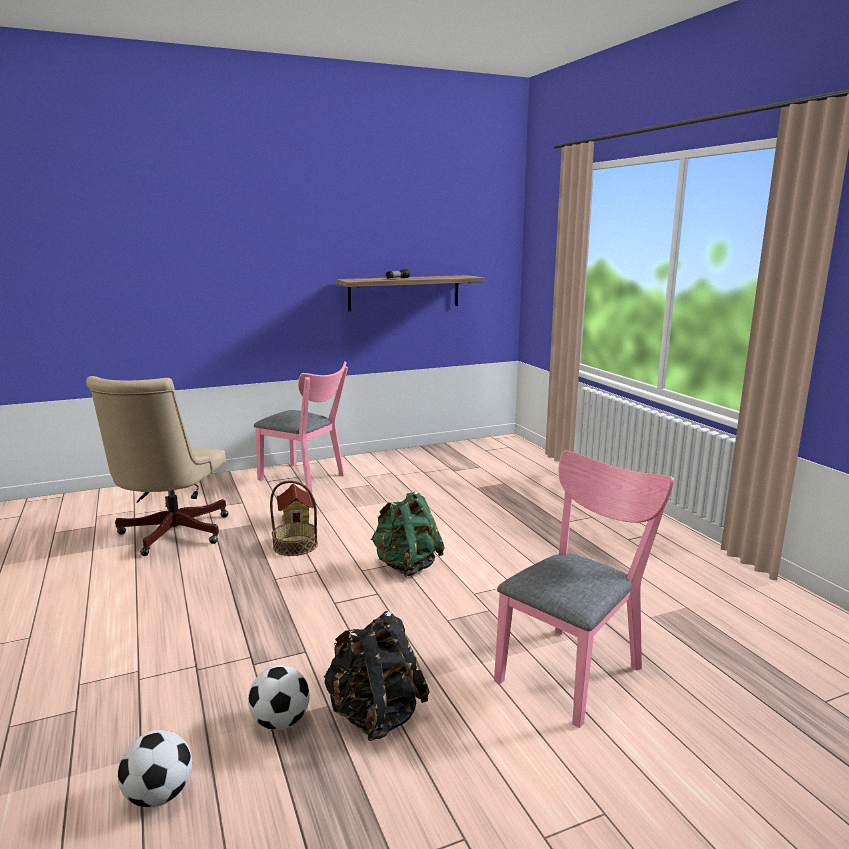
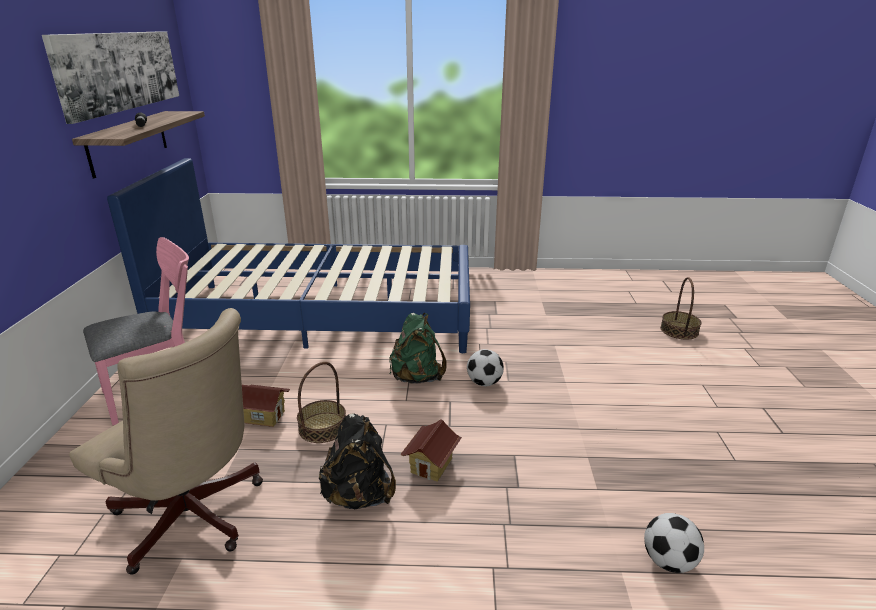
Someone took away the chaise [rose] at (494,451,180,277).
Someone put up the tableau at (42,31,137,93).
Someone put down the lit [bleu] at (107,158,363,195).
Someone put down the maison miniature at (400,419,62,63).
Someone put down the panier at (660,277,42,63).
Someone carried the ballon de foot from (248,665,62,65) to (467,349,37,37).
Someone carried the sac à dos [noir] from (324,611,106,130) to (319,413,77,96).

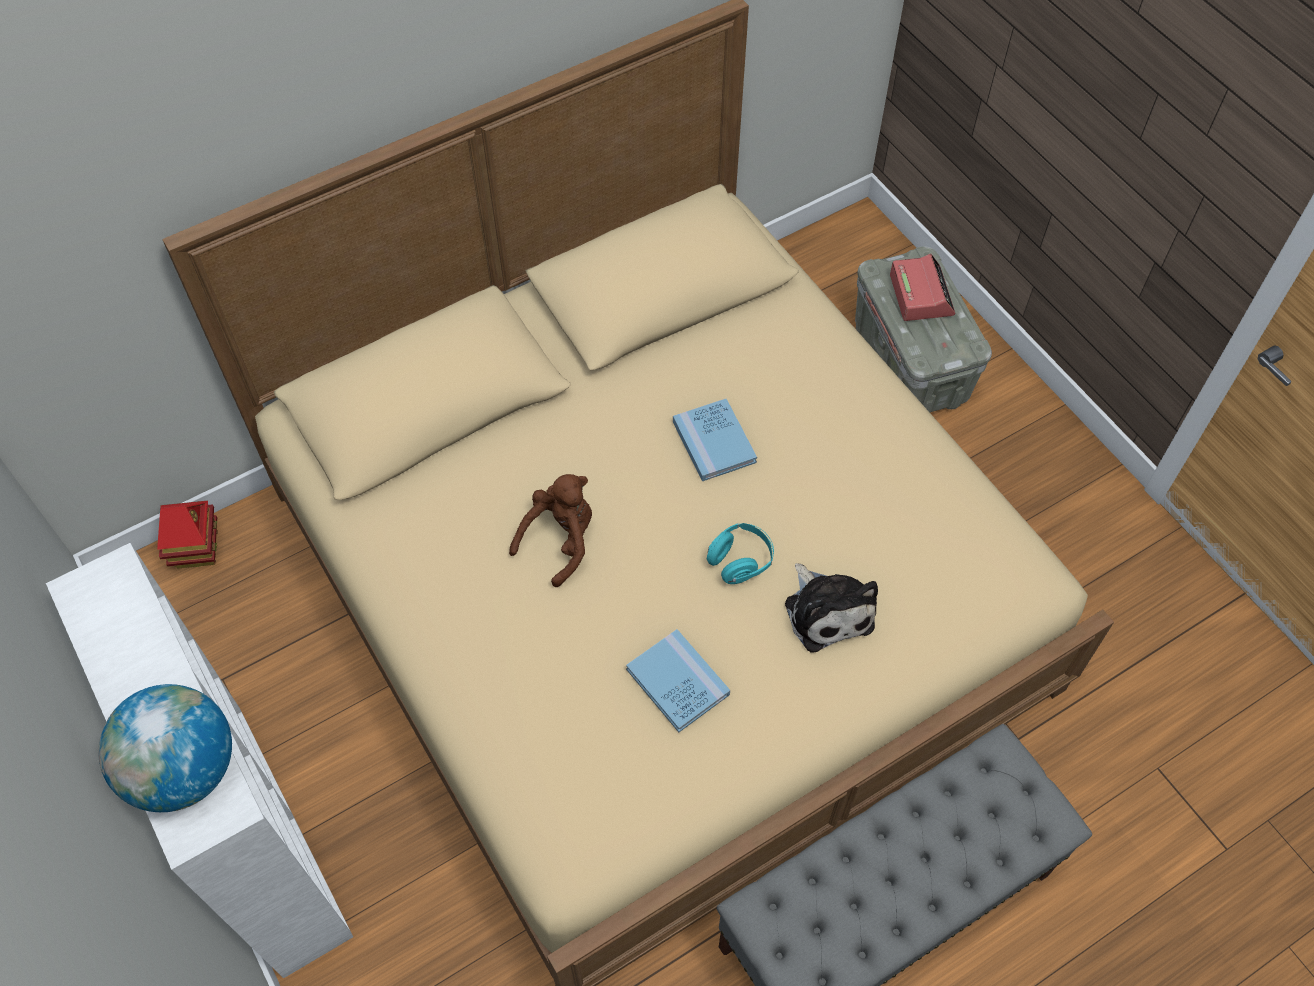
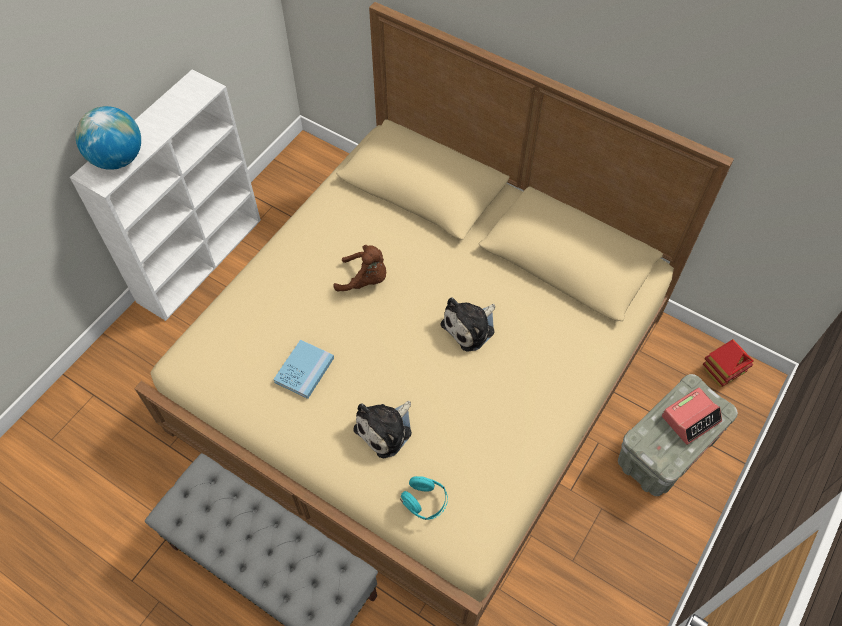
Someone carried the maison miniature from (157,500,61,69) to (703,339,51,48).
Someone carried the casque audio [turquoise] from (707,523,67,61) to (400,476,48,44).
Someone swapped the livre [bleu] at (673,399,84,82) for the peluche at (440,297,55,54).

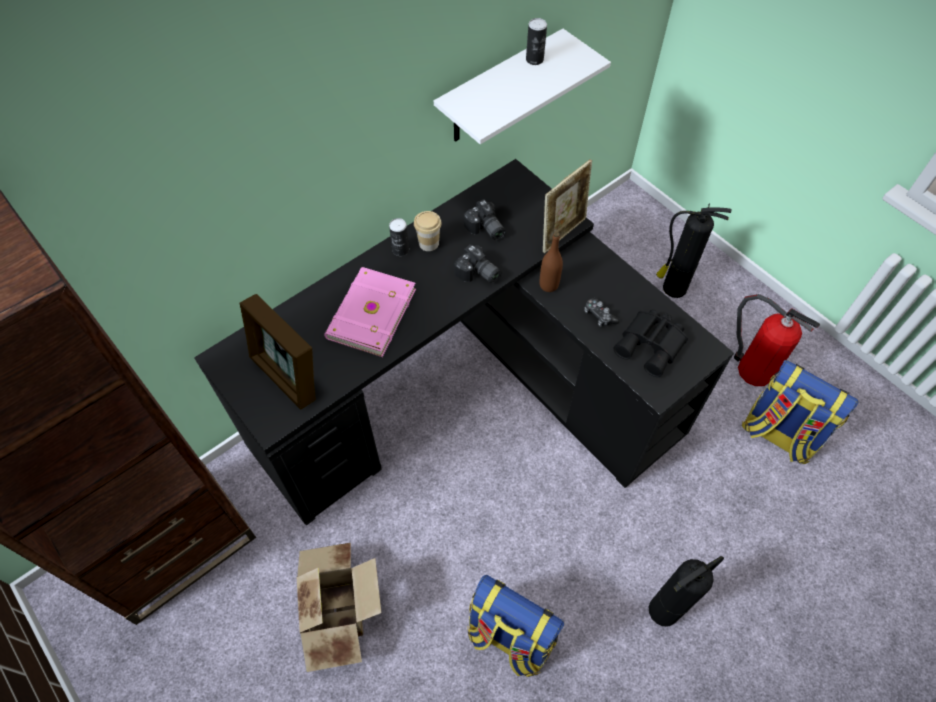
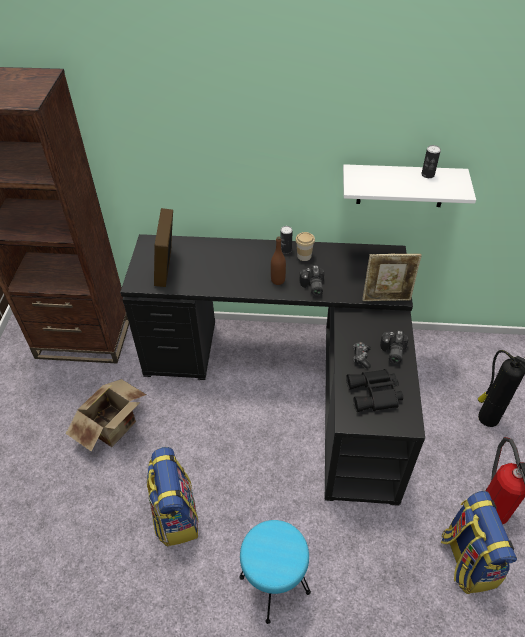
Someone took away the livre [rose] at (324,267,92,90).
Someone carried the appareil photo from (464,199,42,41) to (380,330,29,34).
Someone carried the bouteille [marron] from (539,232,24,60) to (271,236,15,49).
Someone swapped the extincteur at (649,556,75,70) for the tabouret [turquoise] at (239,520,72,104).

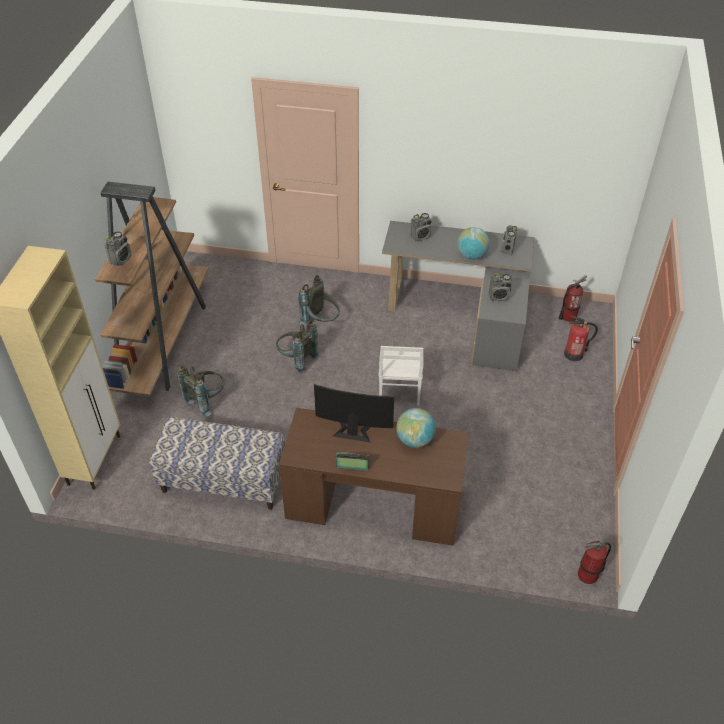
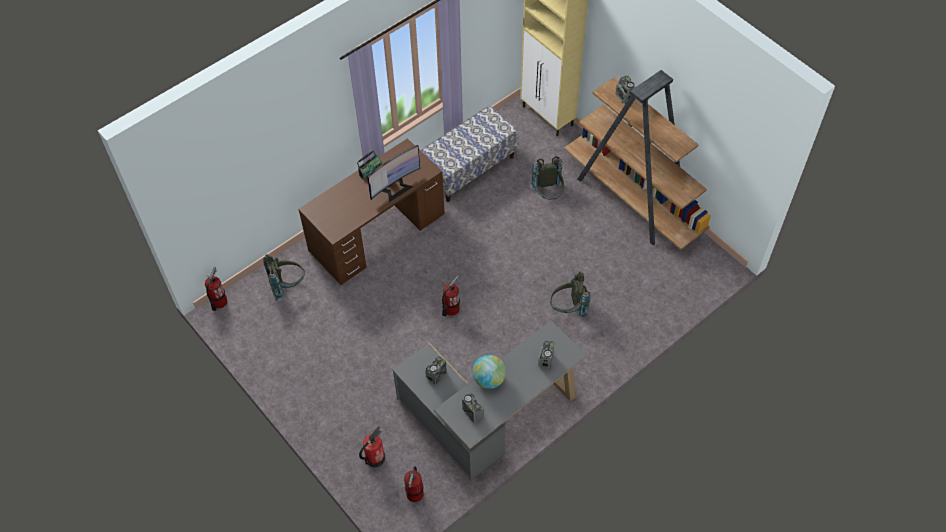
Someone took away the globe at (396,408,40,40).
Someone carried the sac à dos [gris] from (276,321,44,53) to (263,254,42,47).
Someone swapped the chaise [blanc] at (379,346,44,60) for the extincteur at (442,276,18,40).

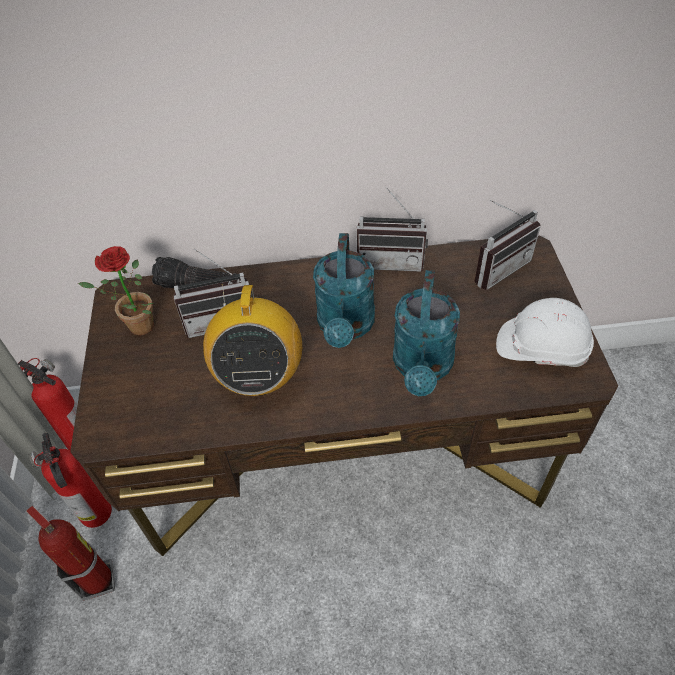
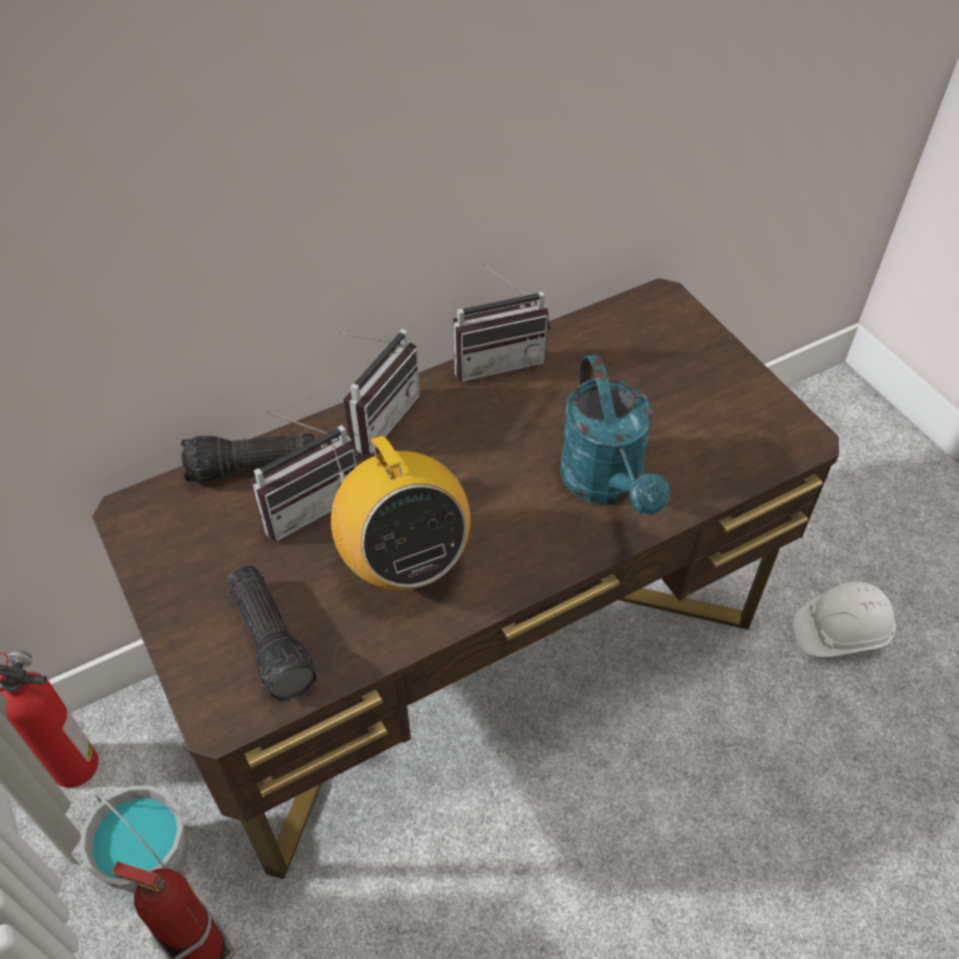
Someone took away the plante en pot at (78,246,76,89).
Someone took away the arrosoir [turquoise] at (313,233,62,115).
Someone put down the lampe de poche at (228,566,89,136).
Someone carried the radio from (474,200,67,90) to (337,329,83,126).
Someone carried the casque de chantier [blanc] from (496,298,98,69) to (793,582,103,75).
Someone swapped the extincteur at (28,433,84,95) for the seau [gris] at (80,785,107,110).

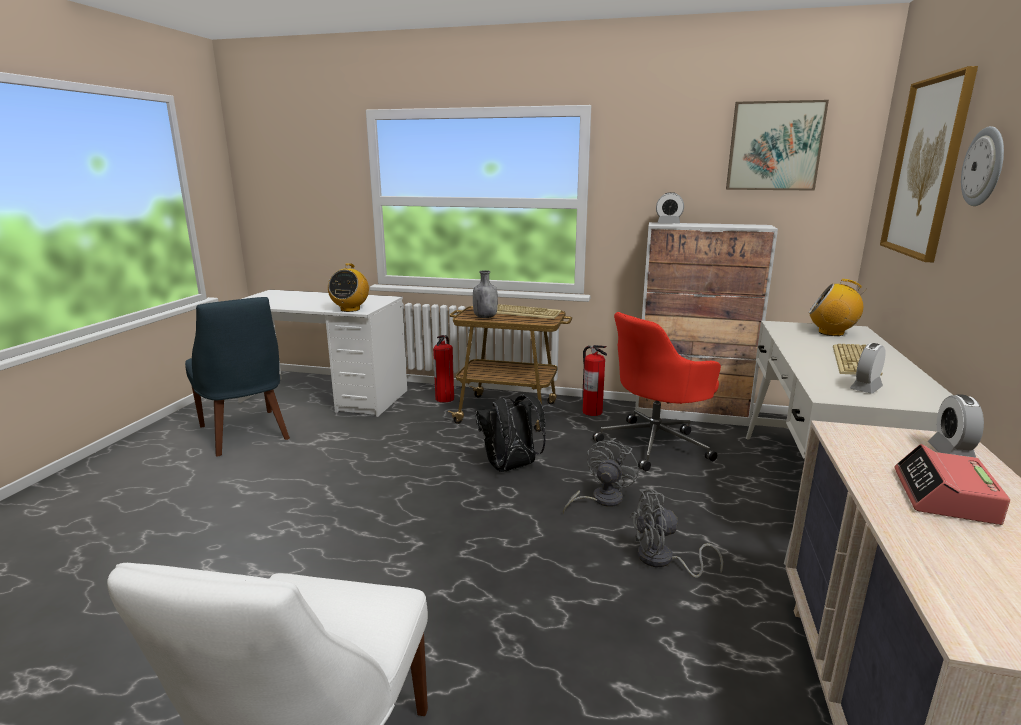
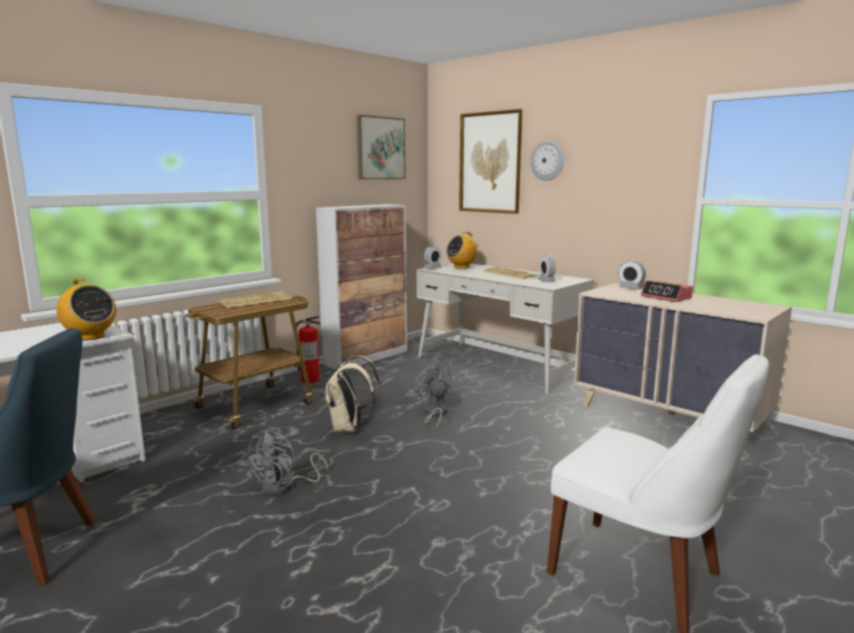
Someone took away the extincteur at (433,335,21,67).
Someone took away the bouteille [gris] at (473,270,25,48).
Someone took away the chaise de bureau [rouge] at (593,312,128,159).
Someone carried the ventilateur [gris] from (630,490,93,88) to (245,428,83,67).
Someone carried the réveil from (656,192,28,31) to (424,246,18,23).
Someone repainted the sac à dos [noir] at (476,394,70,78), which became the sac à dos [beige] at (325,356,56,76).

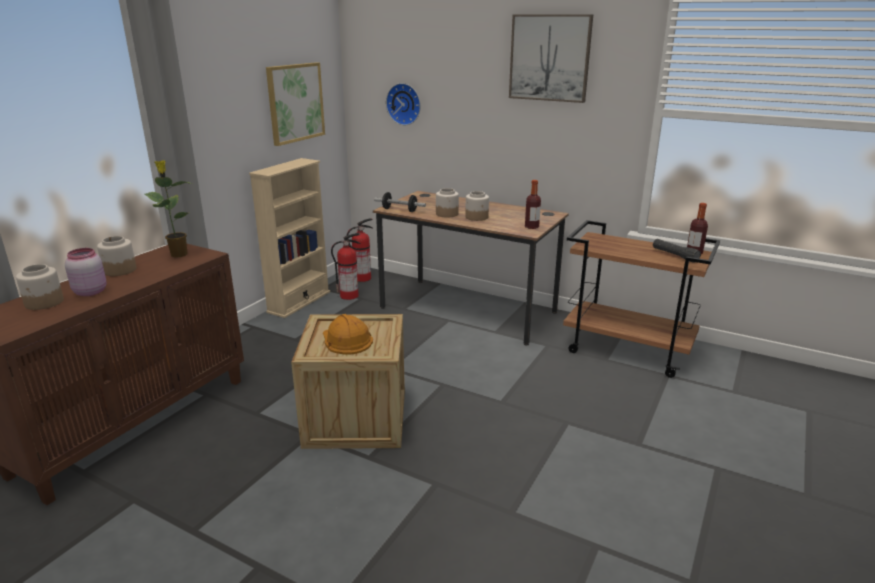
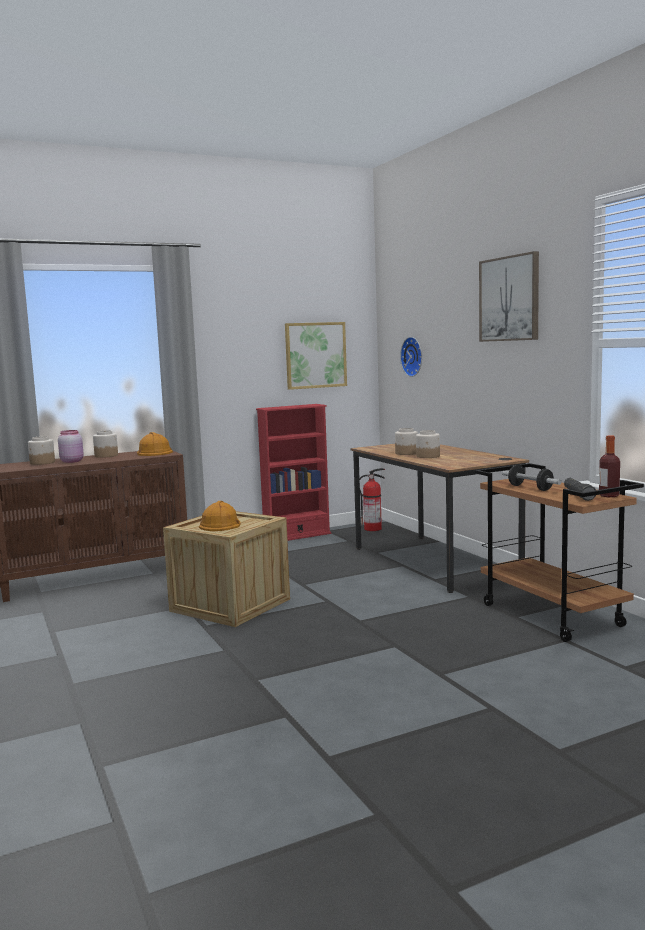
Someone took away the extincteur at (331,233,30,67).
Someone took away the bouteille at (525,180,16,49).
Someone carried the haltère from (374,192,52,20) to (502,465,59,26).
Someone swapped the plante en pot at (145,160,46,98) for the casque de chantier [orange] at (137,432,36,24).
Someone repainted the bibliothèque [beige] at (249,158,81,160), which became the bibliothèque [rouge] at (256,404,75,137).

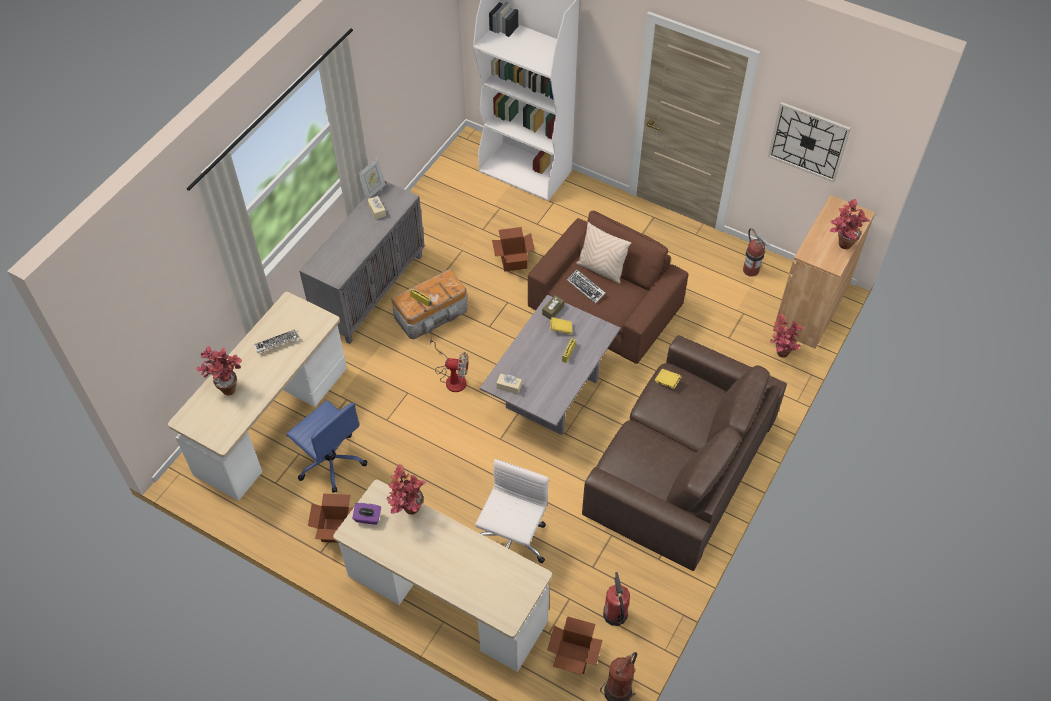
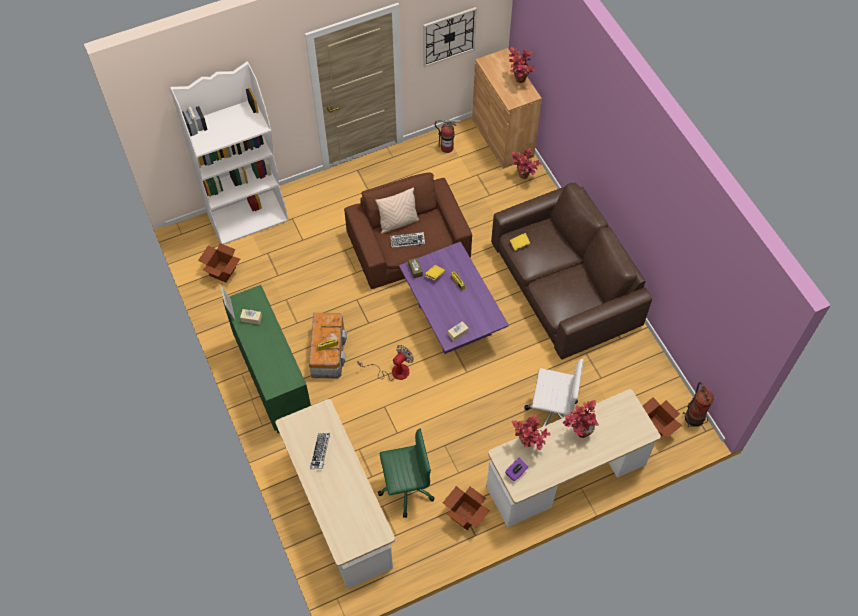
Someone took away the extincteur at (603,572,27,54).
Someone carried the plante en pot from (196,346,46,50) to (563,400,36,38).
Someone carried the carton from (492,227,43,45) to (198,243,42,40).
Someone repainted the chaise de bureau [bleu] at (287,400,81,93), which became the chaise de bureau [vert] at (378,428,57,90).
Someone repainted the meuble de rangement [gris] at (299,181,126,163), which became the meuble de rangement [vert] at (222,285,89,148).
Someone repainted the table basse [gris] at (480,295,141,140), which became the table basse [violet] at (399,242,110,112).
Someone rotated the chaise de bureau [blanc] at (475,459,74,104) by 135 degrees clockwise.

